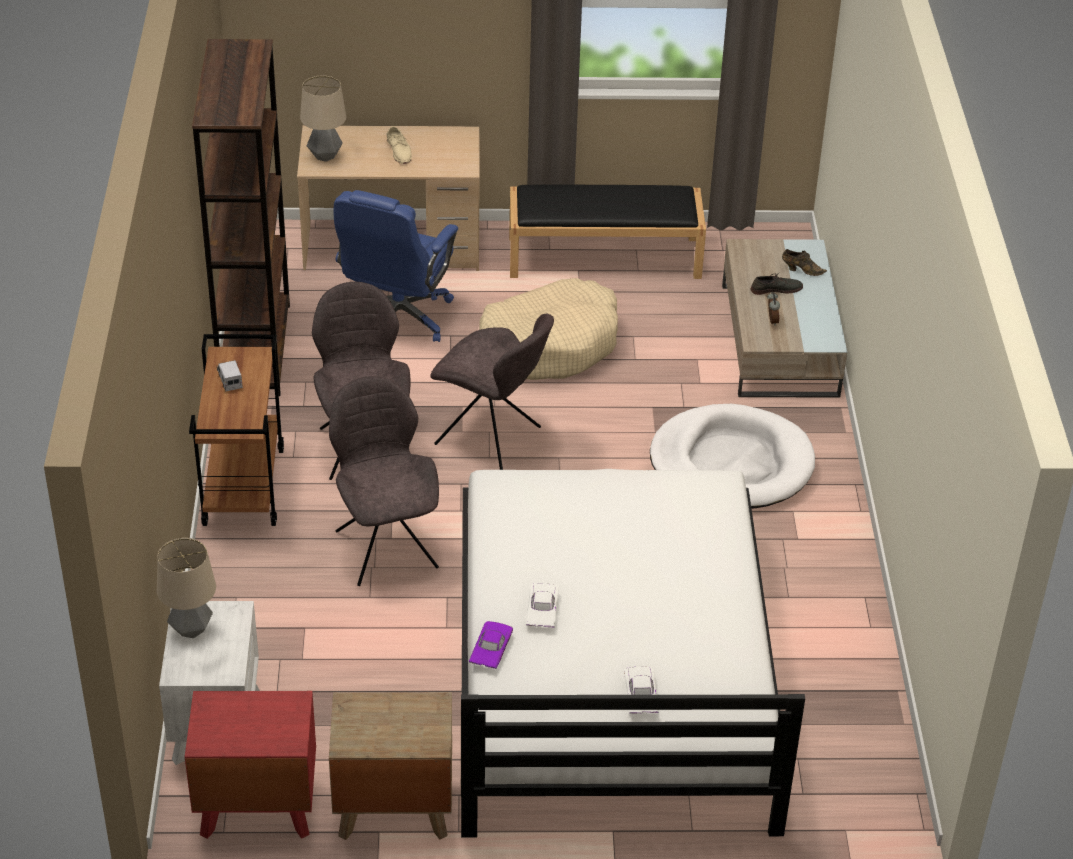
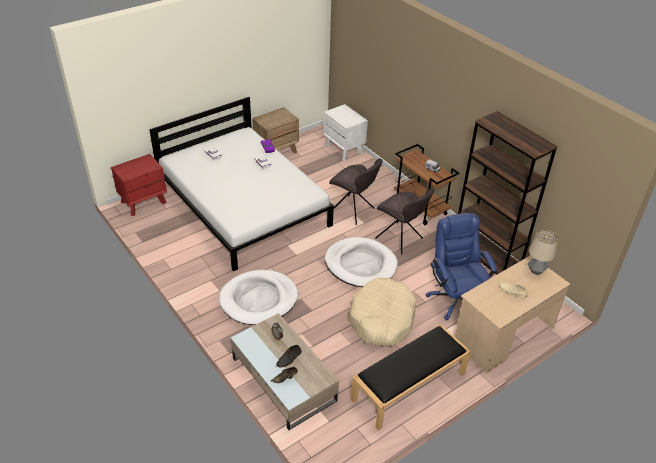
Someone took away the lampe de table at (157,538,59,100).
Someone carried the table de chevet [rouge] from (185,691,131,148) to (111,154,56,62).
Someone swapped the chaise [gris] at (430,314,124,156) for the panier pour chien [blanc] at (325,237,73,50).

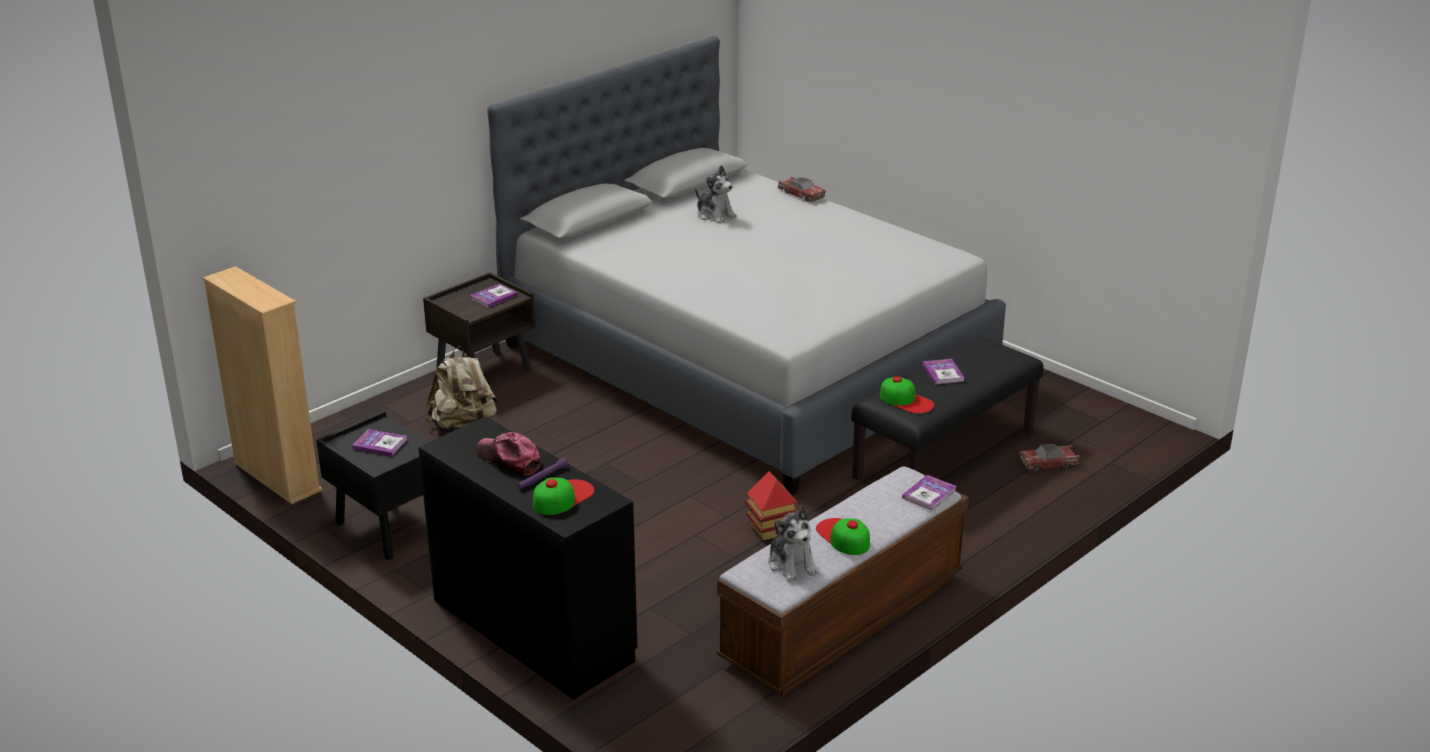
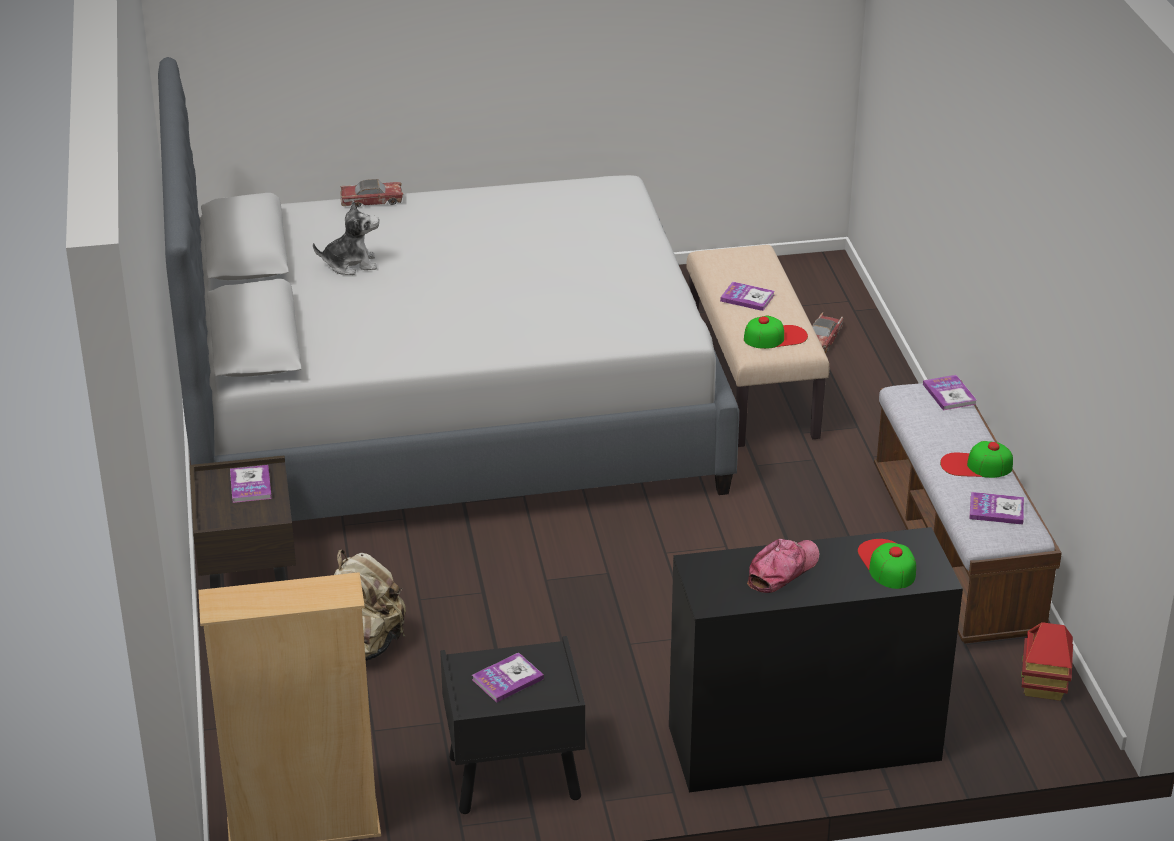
Someone took away the lampe de poche [violet] at (517,458,52,31).
Someone carried the maison miniature from (745,471,53,69) to (1021,622,52,79).
Someone swapped the peluche at (768,506,50,76) for the livre at (969,492,55,33).
Someone repainted the banc [noir] at (851,336,193,144), which became the banc [beige] at (686,245,143,202).
Someone rotated the casquette at (477,432,64,44) by 150 degrees clockwise.

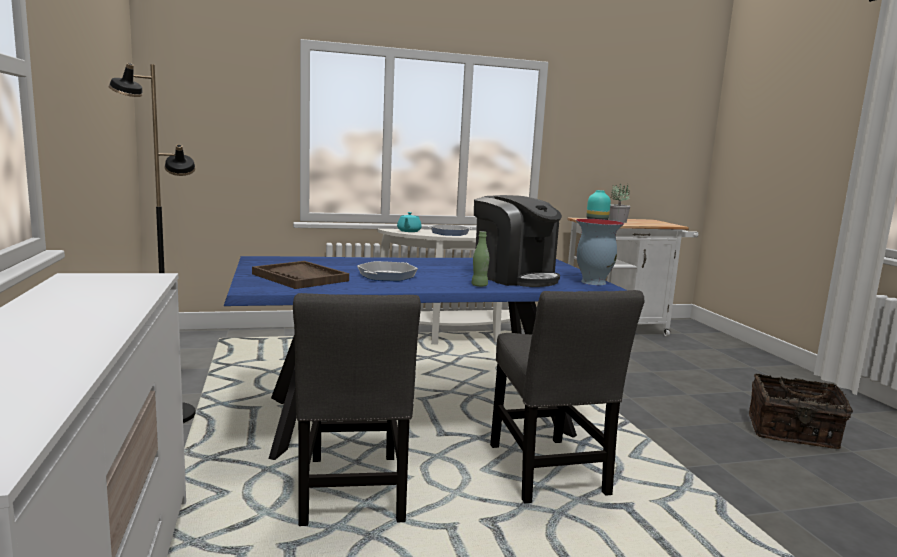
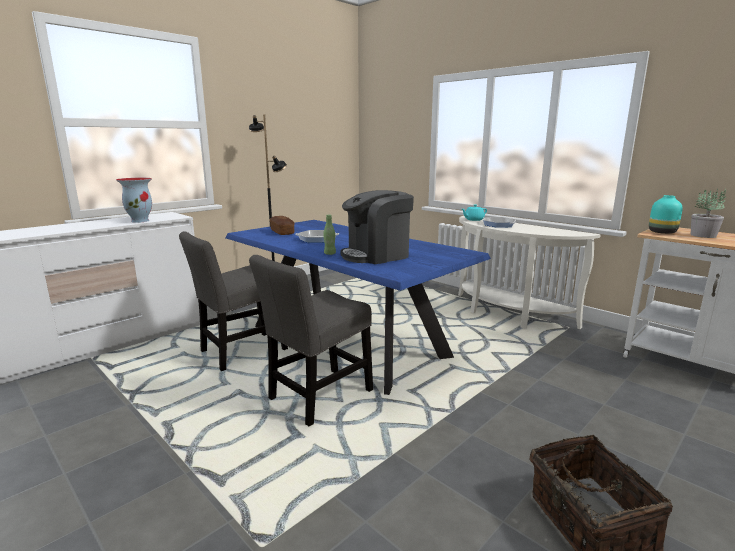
Someone carried the vase from (576,219,48,66) to (116,178,36,45).
Someone swapped the plateau [marron] at (252,261,97,28) for the pain at (269,216,26,19).
Someone rotated the machine à café at (474,195,88,92) by 45 degrees clockwise.

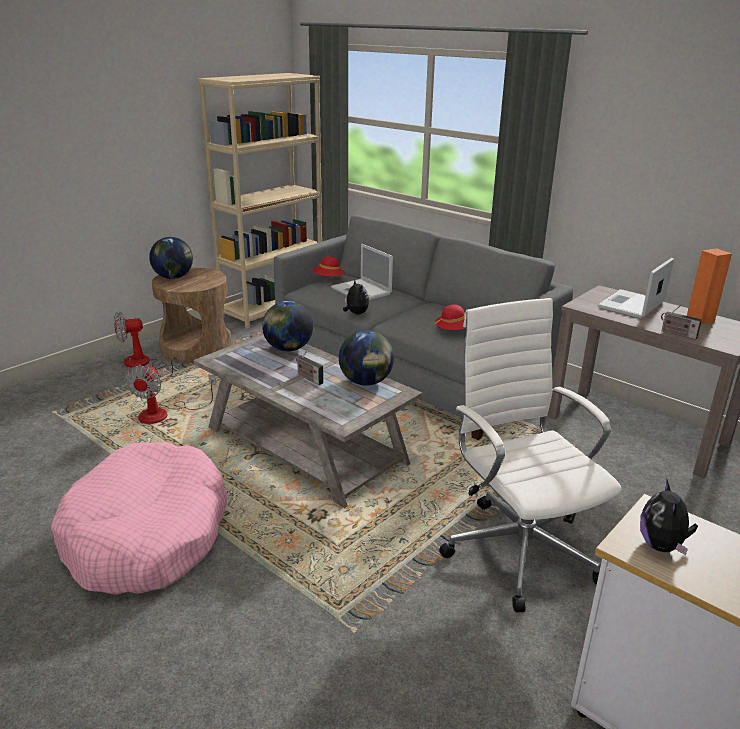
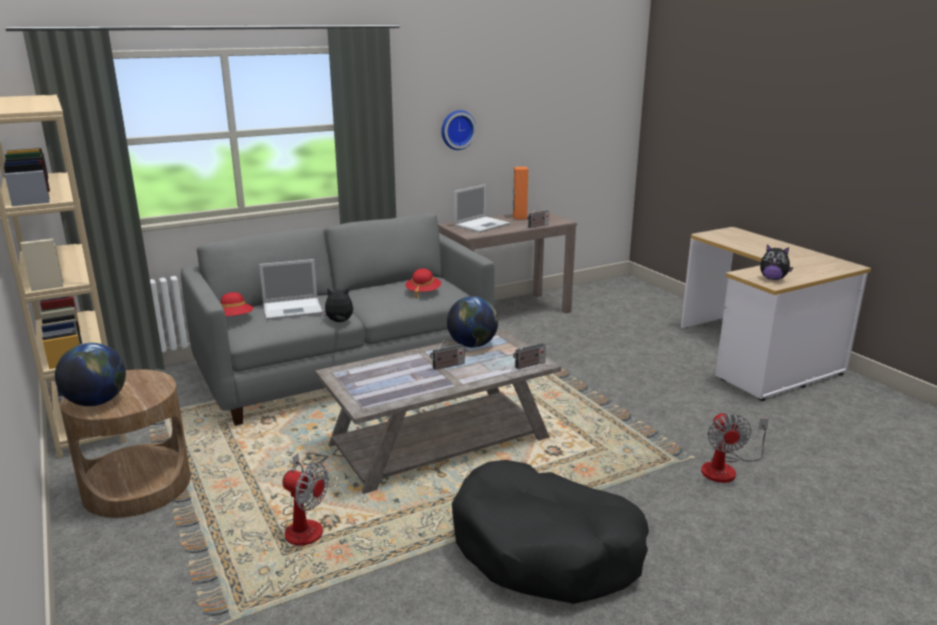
Someone took away the globe at (262,301,51,50).
Someone took away the chaise de bureau [blanc] at (439,298,183,314).
Someone put up the horloge murale at (441,110,35,40).
Someone put down the radio at (513,339,33,30).
Someone carried the ventilateur from (114,312,63,65) to (701,412,68,71).
Someone repainted the panier pour chien [rose] at (51,442,176,153), which became the panier pour chien [noir] at (452,460,197,144).
Someone rotated the ordinateur portable at (598,258,76,60) by 105 degrees counterclockwise.

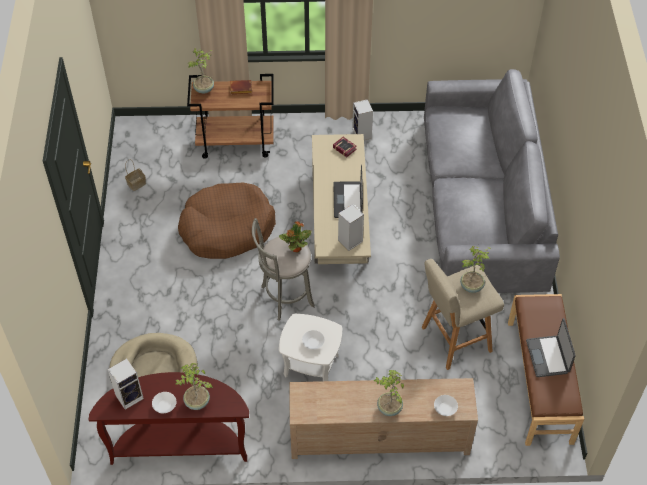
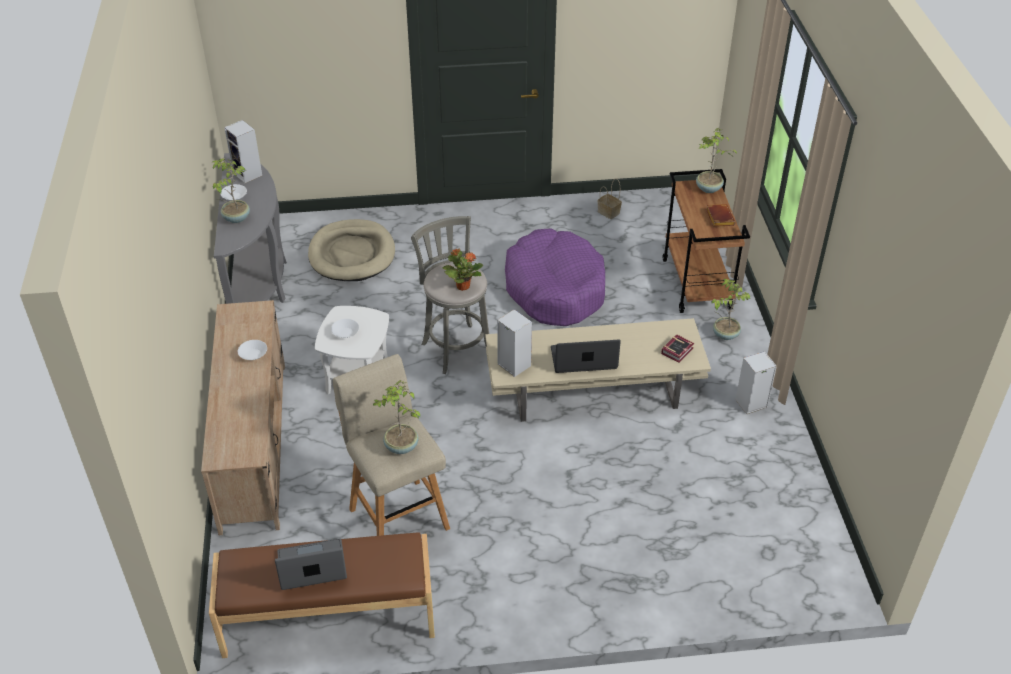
Someone took away the canapé [gris] at (424,69,136,224).
Someone carried the plante en pot from (374,370,30,46) to (711,279,39,61).
Someone carried the bol [blanc] from (434,395,24,21) to (238,340,29,20).
Someone repainted the table console [marron] at (89,372,160,93), which became the table console [gris] at (214,153,73,151).
Someone repainted the panier pour chien [marron] at (178,182,98,77), which became the panier pour chien [violet] at (505,228,100,98).

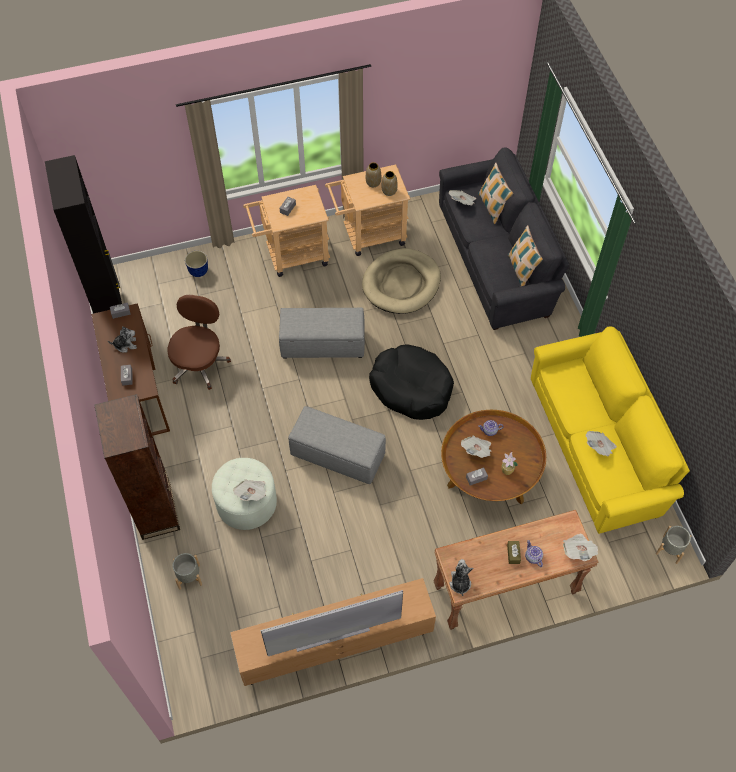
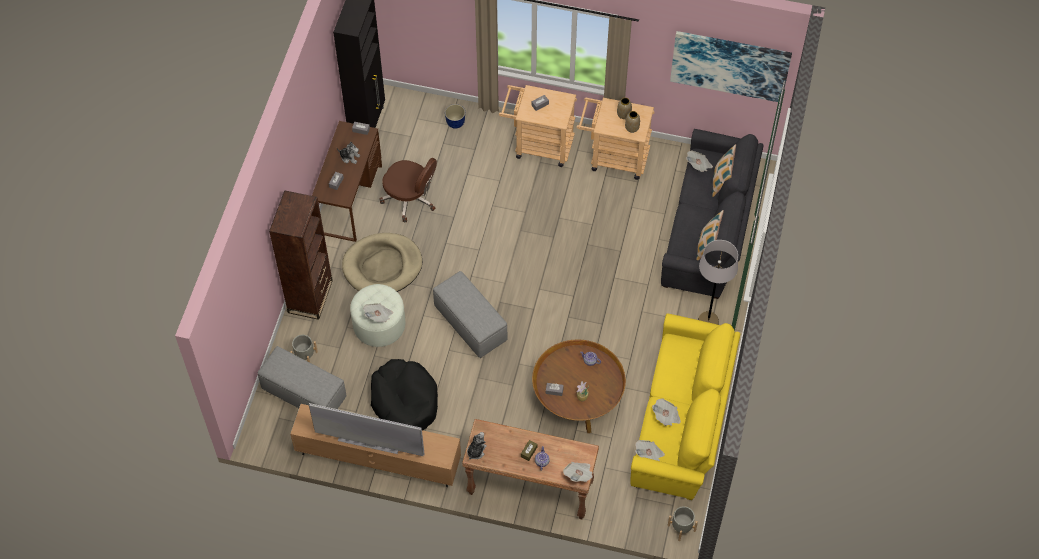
Someone put up the tableau at (670,31,122,71).
Someone put down the lampadaire [gris] at (698,240,40,85).
Someone carried the pouf [gris] from (279,308,86,50) to (258,346,89,63).
Someone carried the panier pour chien [beige] from (362,248,79,66) to (342,233,80,59).
Someone carried the panier pour chien [noir] from (369,344,85,76) to (371,359,67,71).
Someone carried the journal from (461,436,30,22) to (635,440,30,21).
Someone rotated the chaise de bureau [marron] at (167,295,64,95) by 75 degrees clockwise.

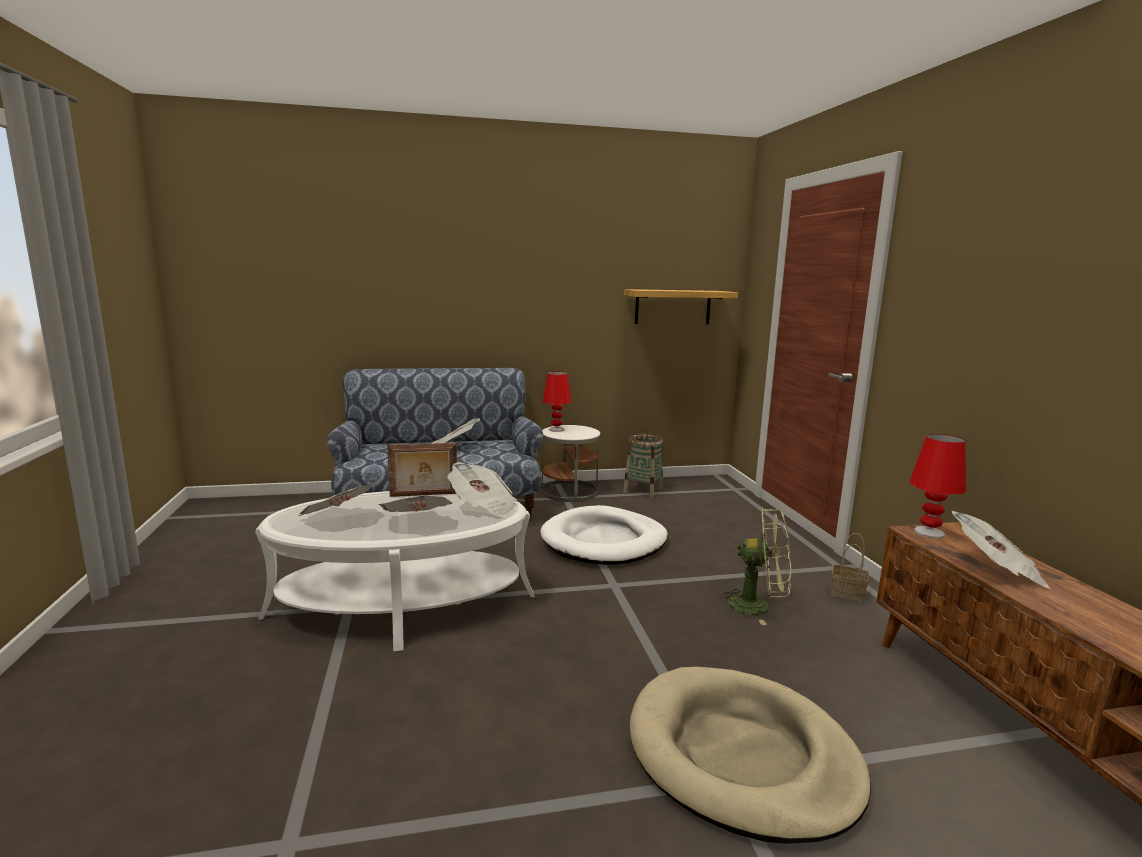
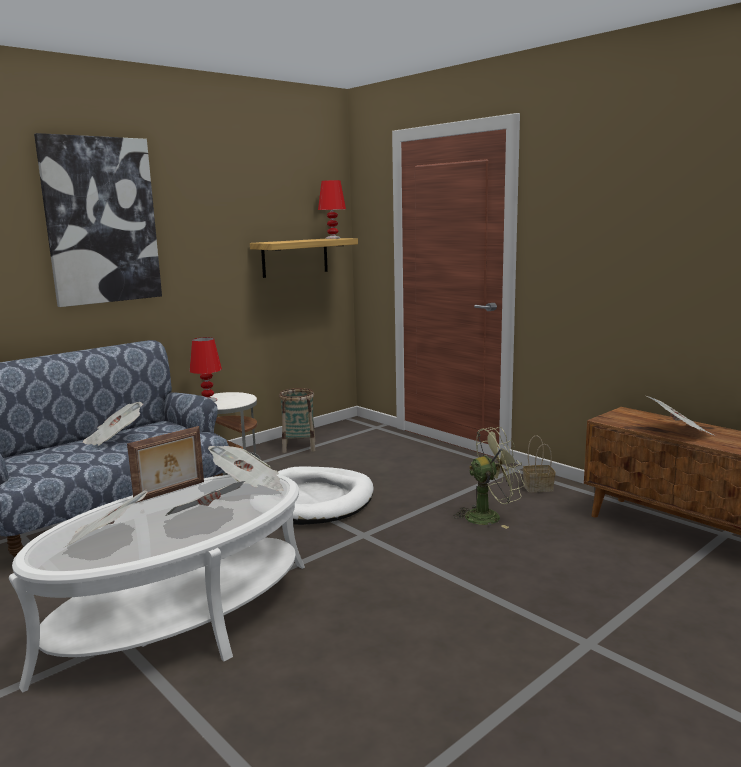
Someone took away the panier pour chien [beige] at (630,667,241,177).
Someone put up the tableau at (34,133,128,174).
Someone carried the lampe de table [rouge] from (909,434,57,105) to (318,180,28,59).

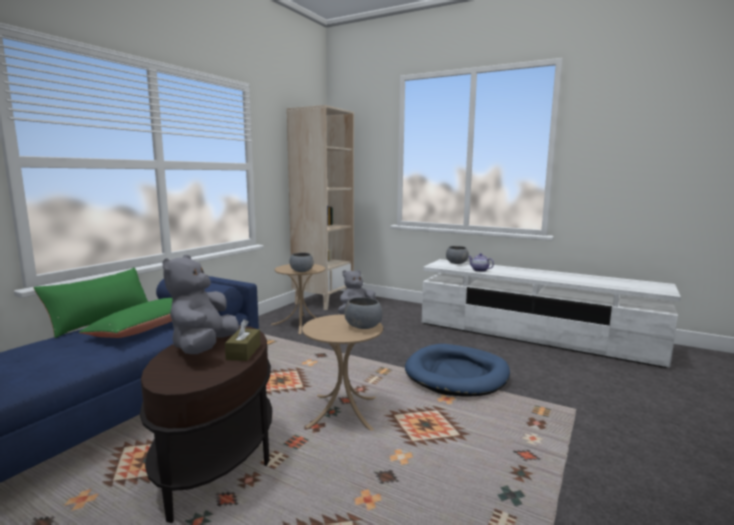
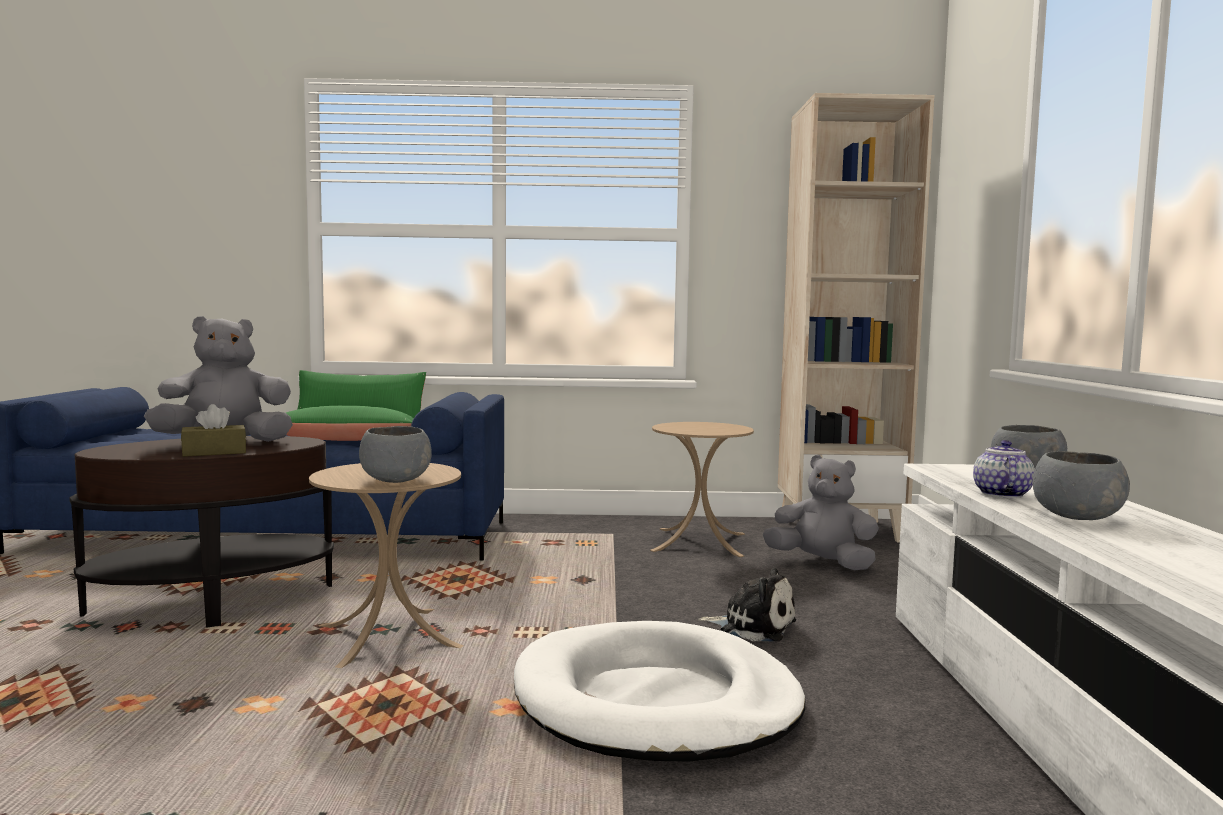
Someone put down the peluche at (698,568,98,74).
Someone carried the bol [gris] from (290,253,24,19) to (1033,451,97,69).
Someone repainted the panier pour chien [bleu] at (405,344,105,53), which became the panier pour chien [blanc] at (514,621,291,141).

